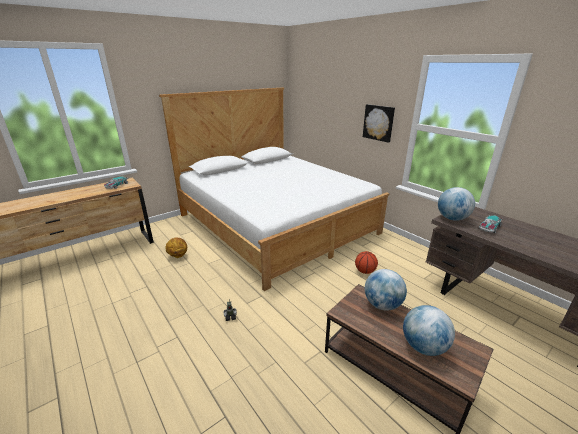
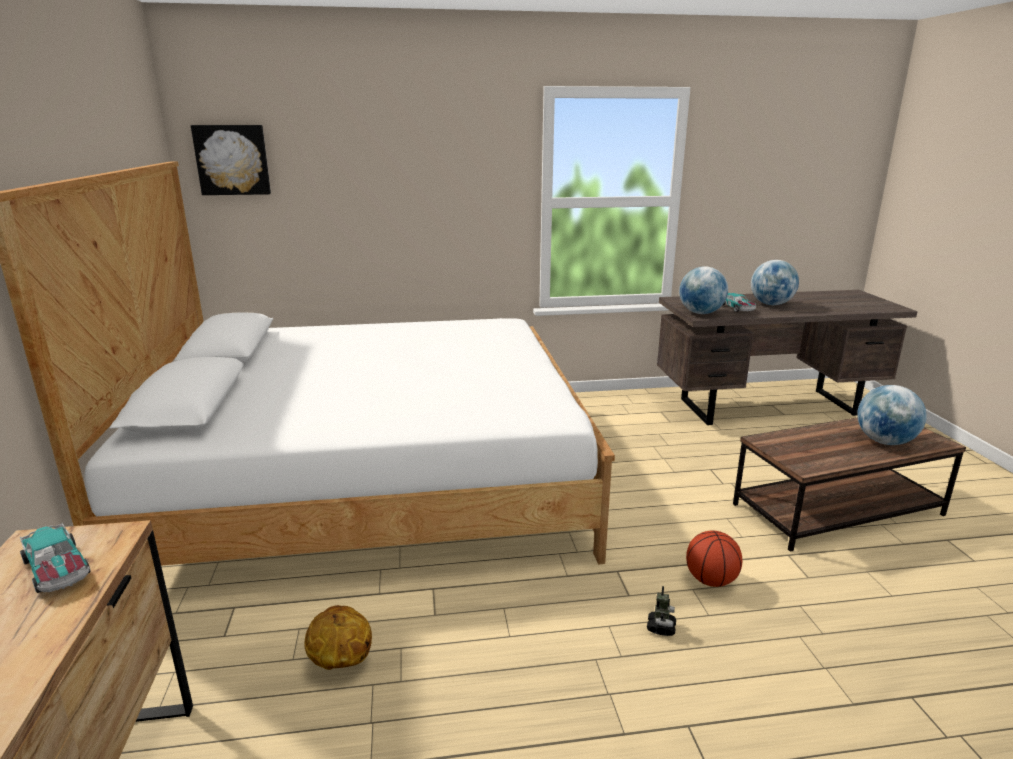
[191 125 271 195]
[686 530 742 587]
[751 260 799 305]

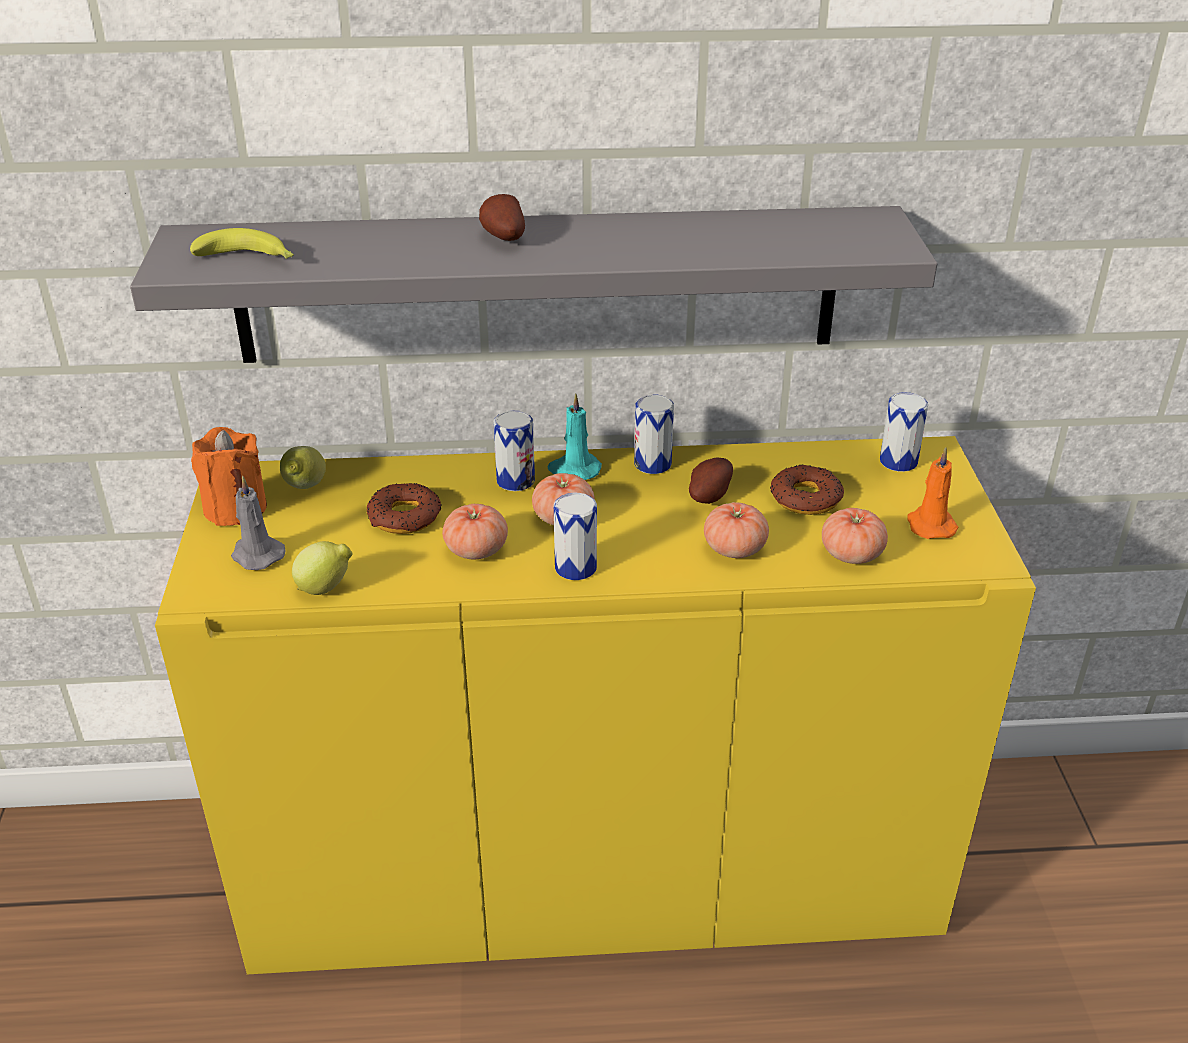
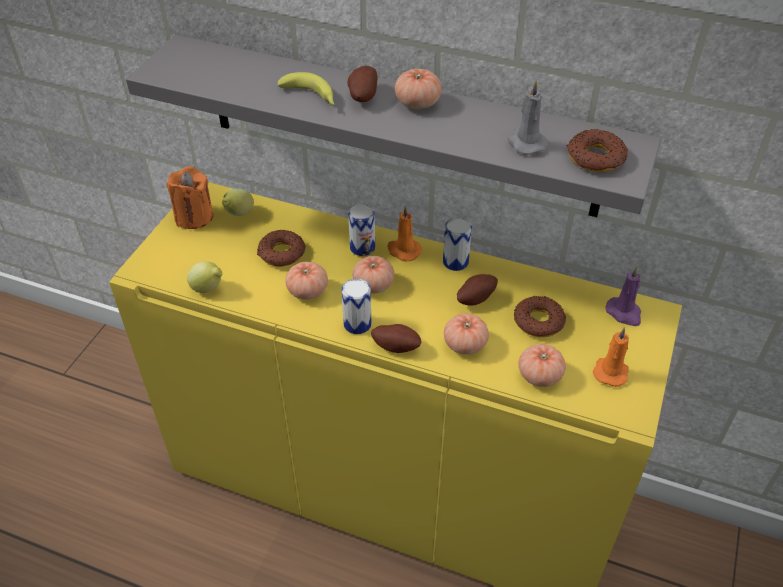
[278 72 335 106]
[605 267 641 326]
[388 205 422 261]
[508 80 548 155]
[395 69 442 109]
[567 129 628 172]
[371 324 421 353]

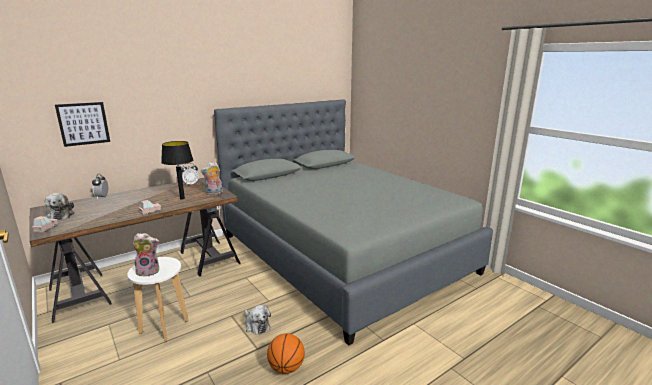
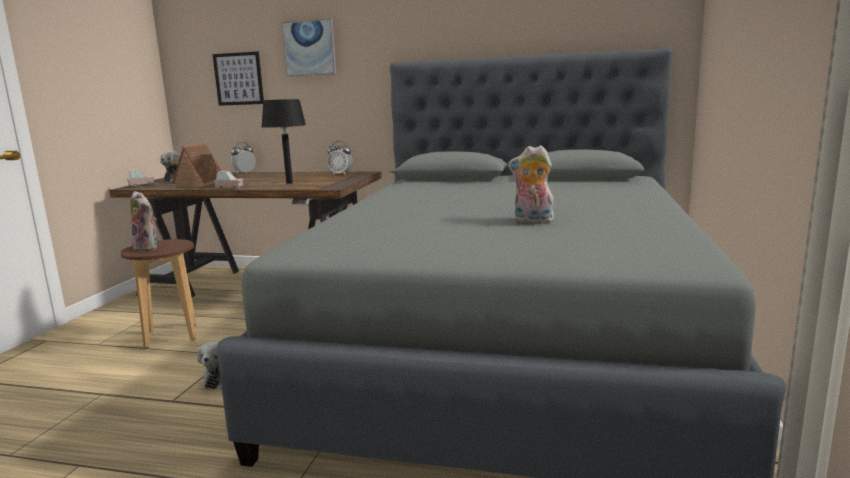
[508 145 554 223]
[120 239 197 348]
[267 333 305 374] (first image)
[282 19 336 77]
[172 143 222 187]

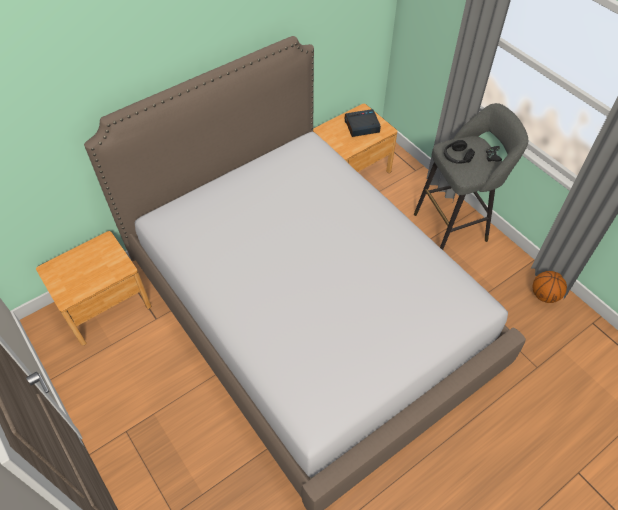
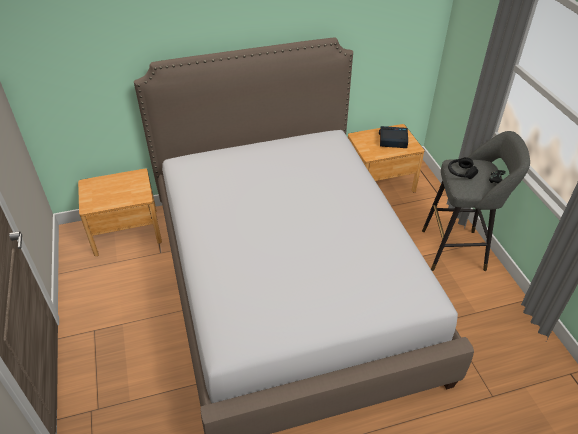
[532 271 567 303] (first image)

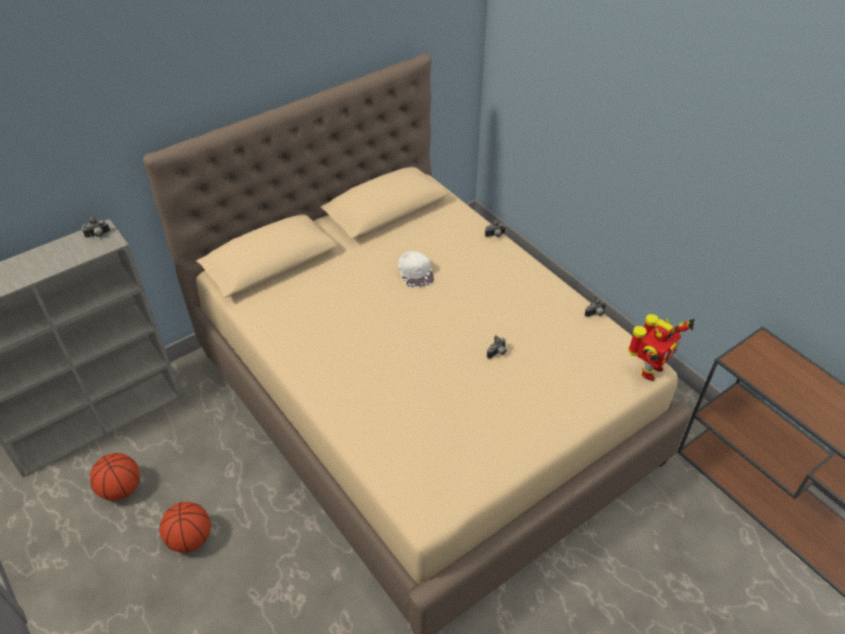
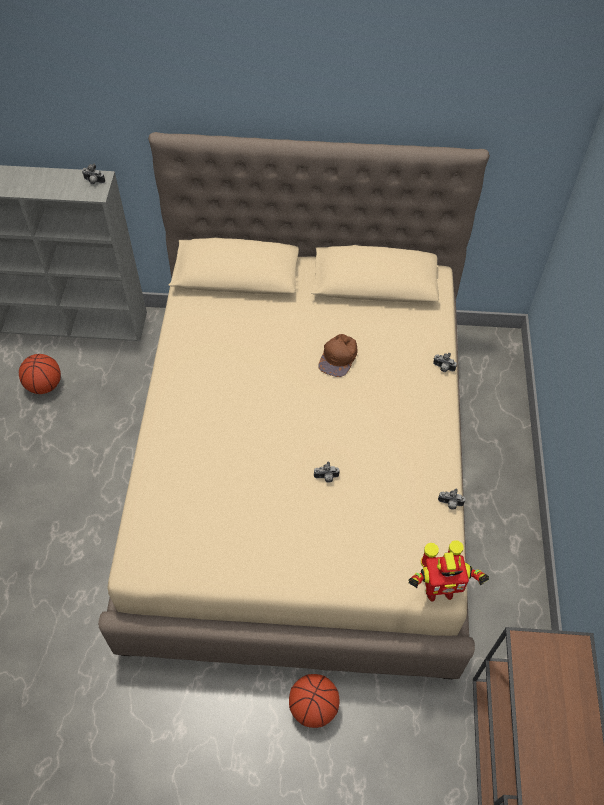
[318 334 358 377]
[289 674 339 728]

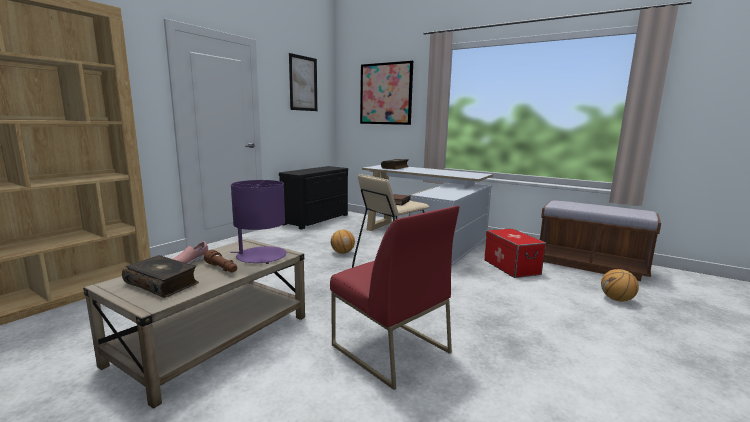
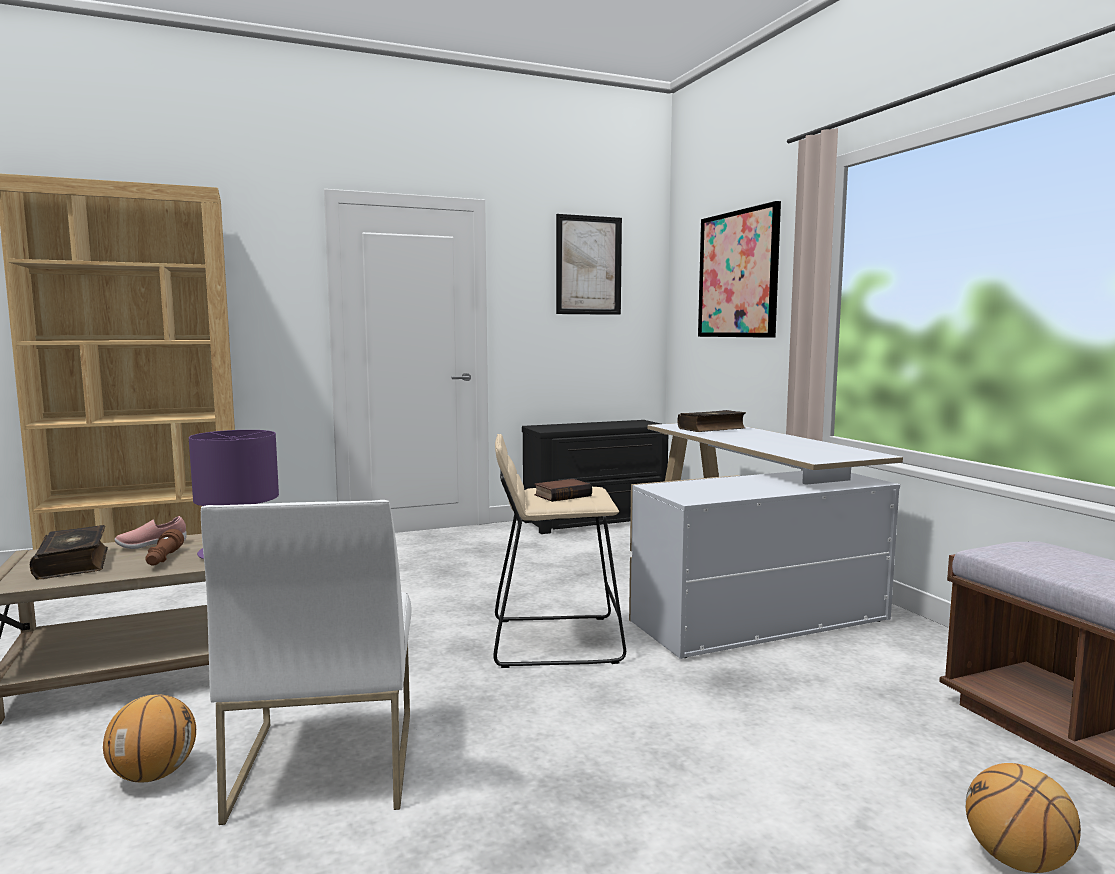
[201 500 411 825]
[484 228 546 278] (first image)
[103 694 196 782]

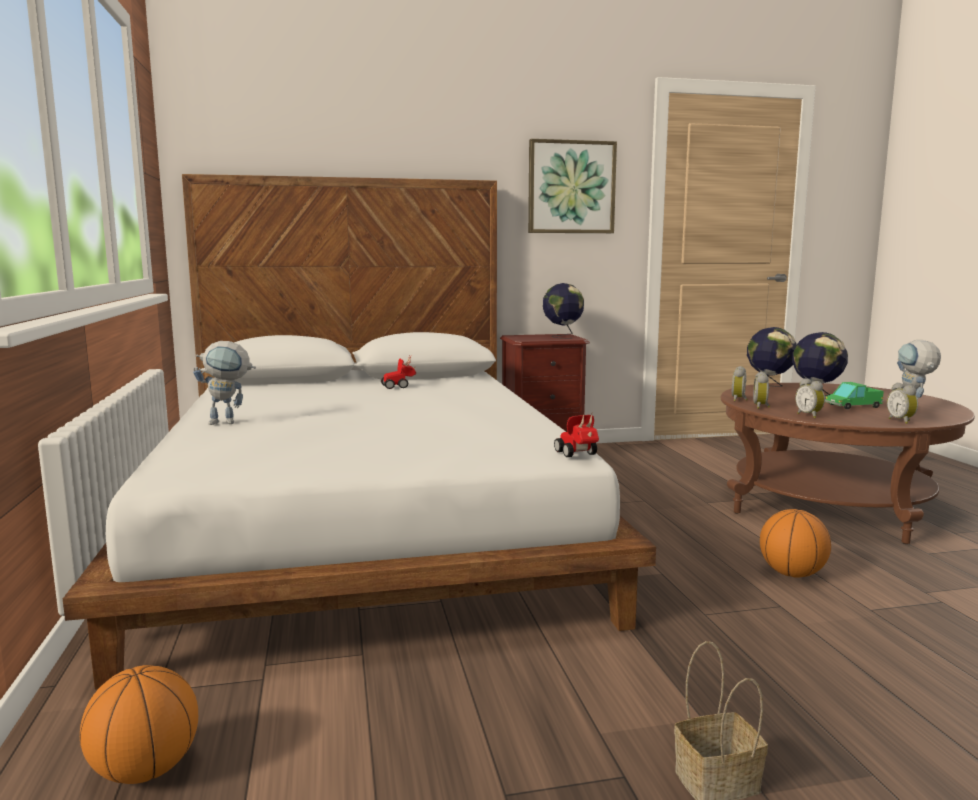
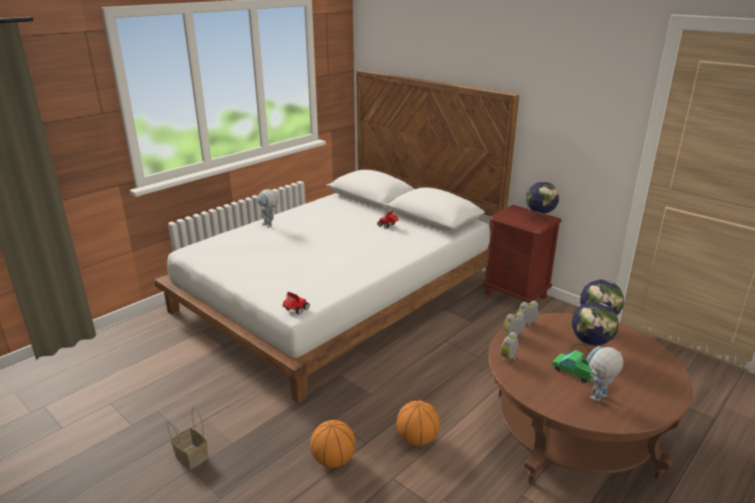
[528 139 617 233] (first image)
[887 382 918 424] (first image)
[310 420 356 468]

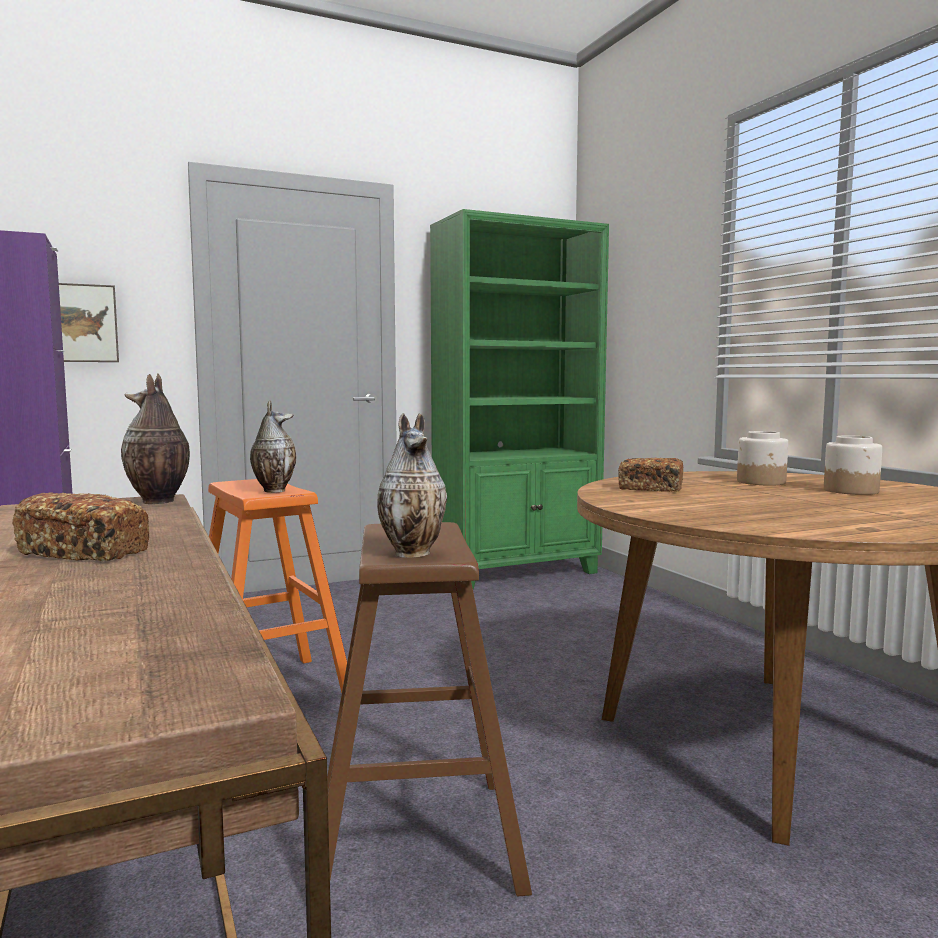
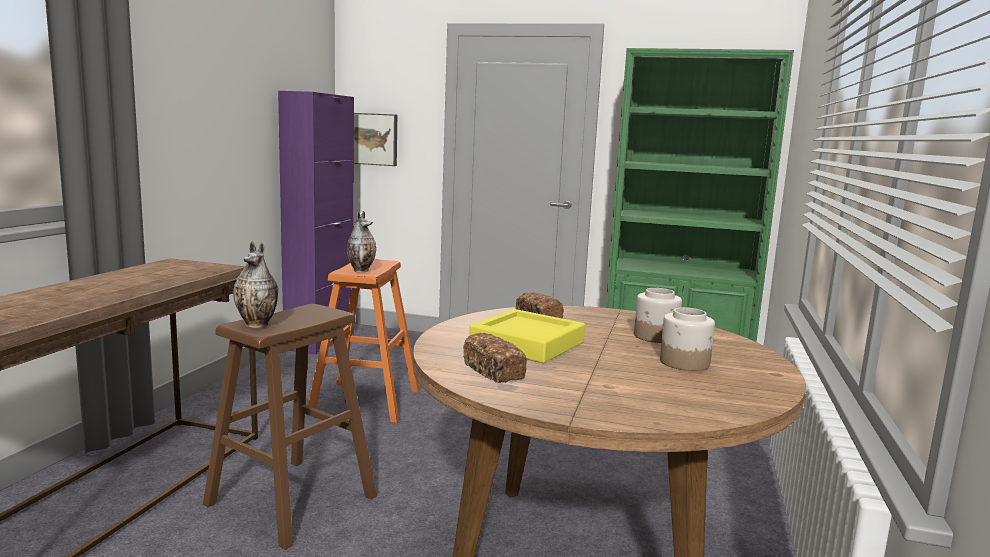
[121 373 190 504] (first image)
[463 333 527 383]
[469 309 585 363]

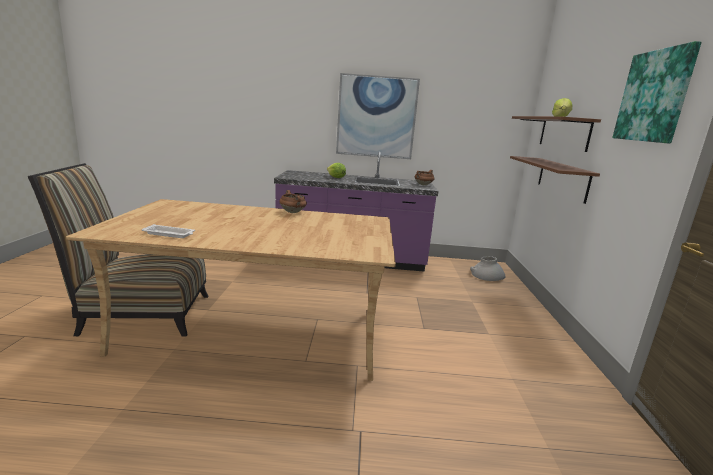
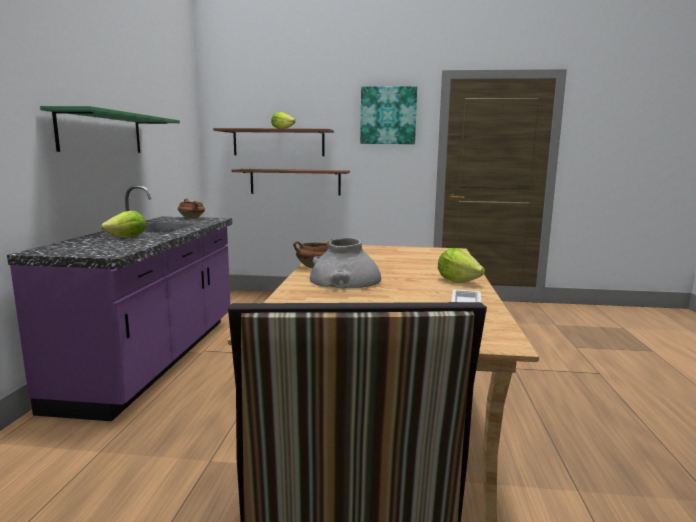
[40 106 180 153]
[310 238 381 289]
[438 248 485 283]

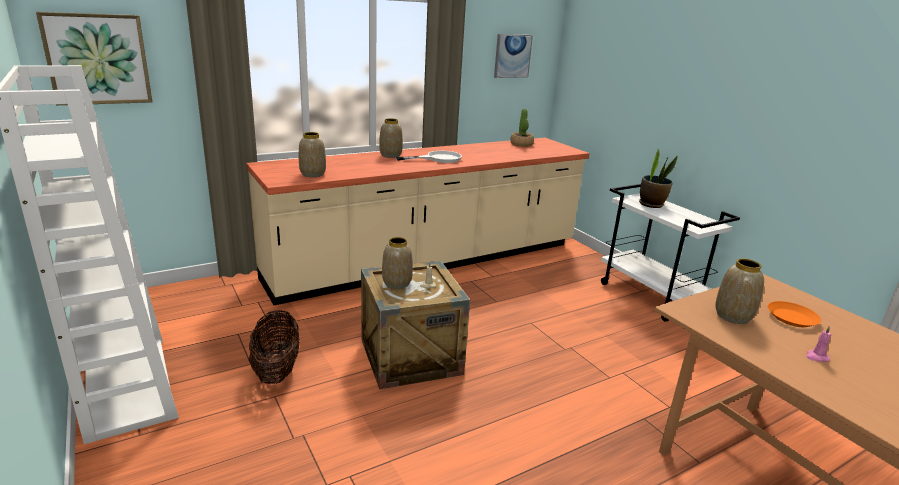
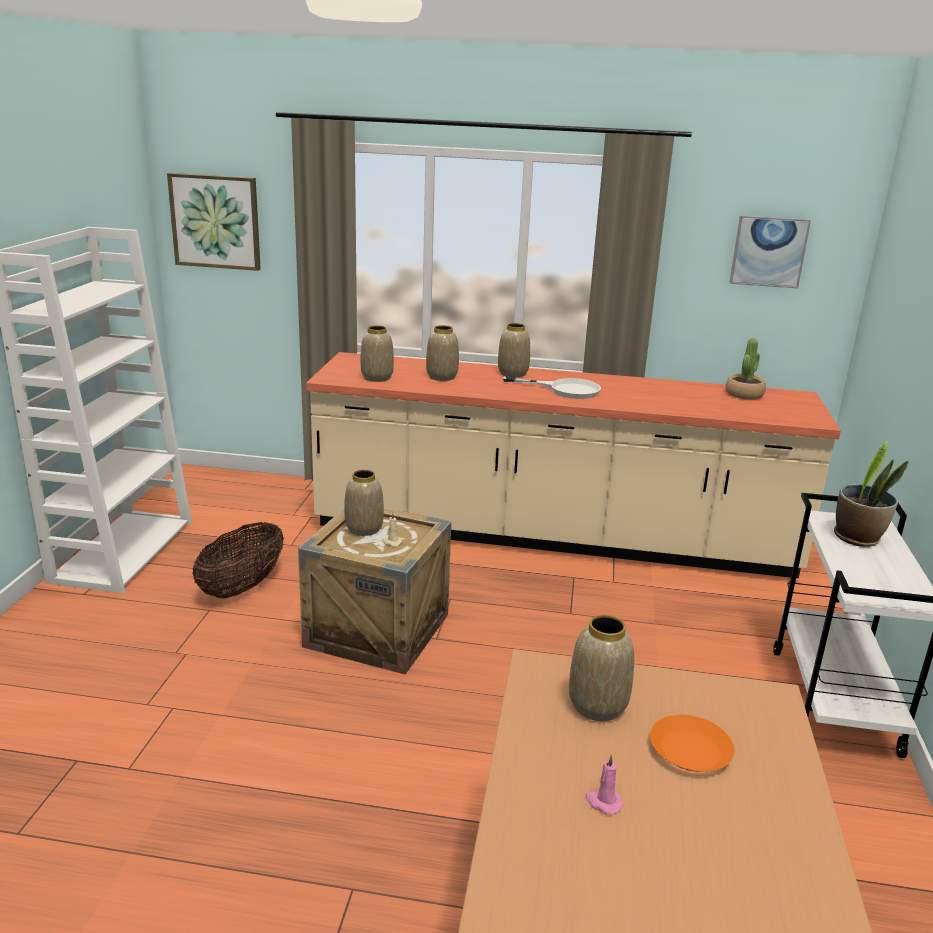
[426 325 459 381]

